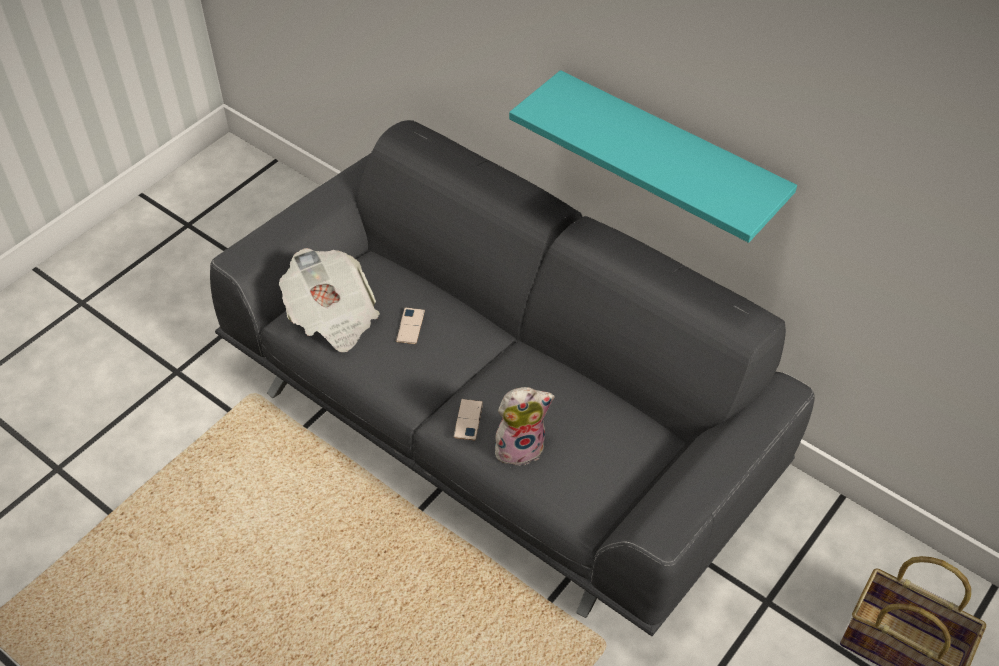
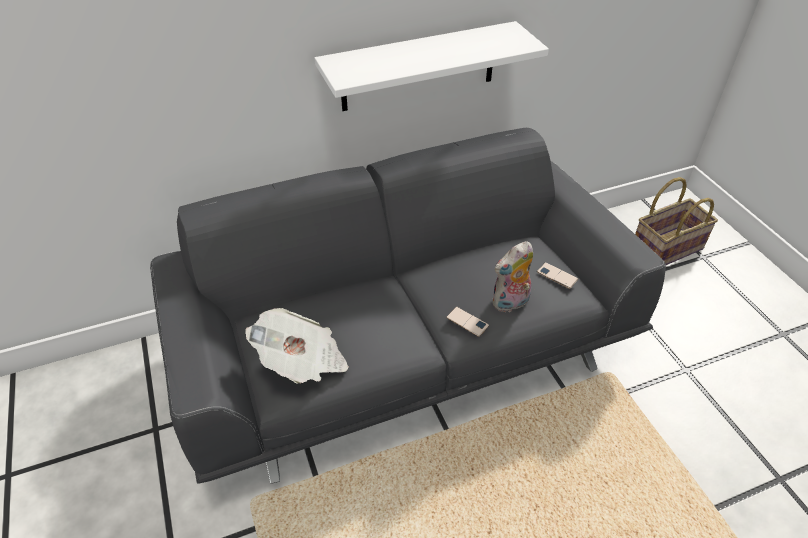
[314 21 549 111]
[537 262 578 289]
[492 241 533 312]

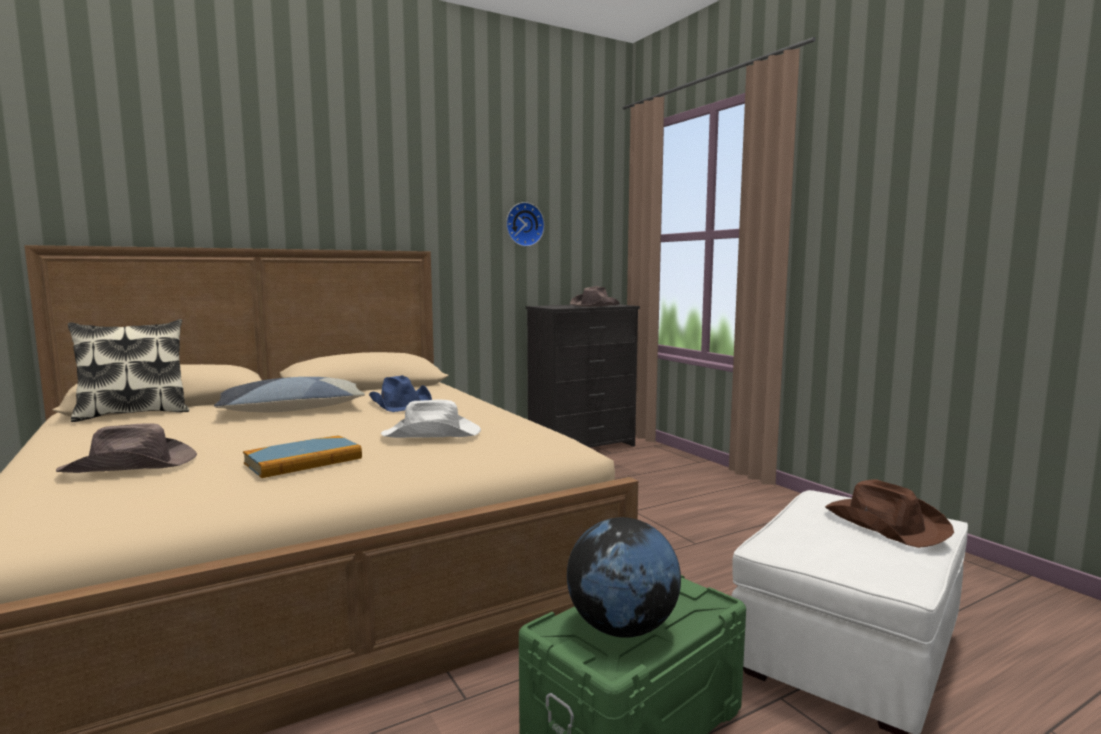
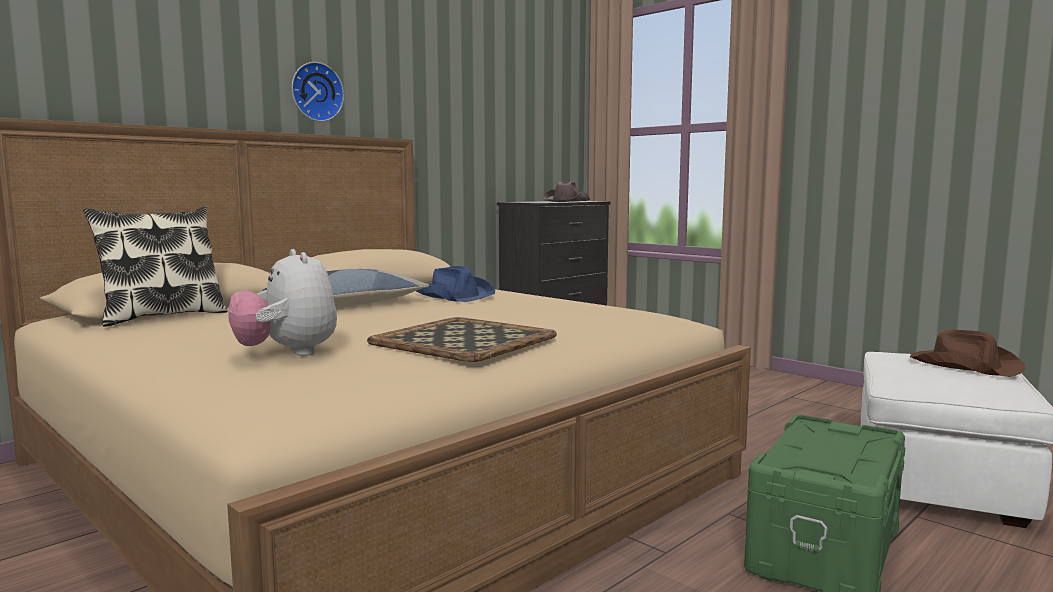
[292 62 344 122]
[381 400 481 438] (first image)
[228 249 337 356]
[367 317 557 362]
[567 517 681 638] (first image)

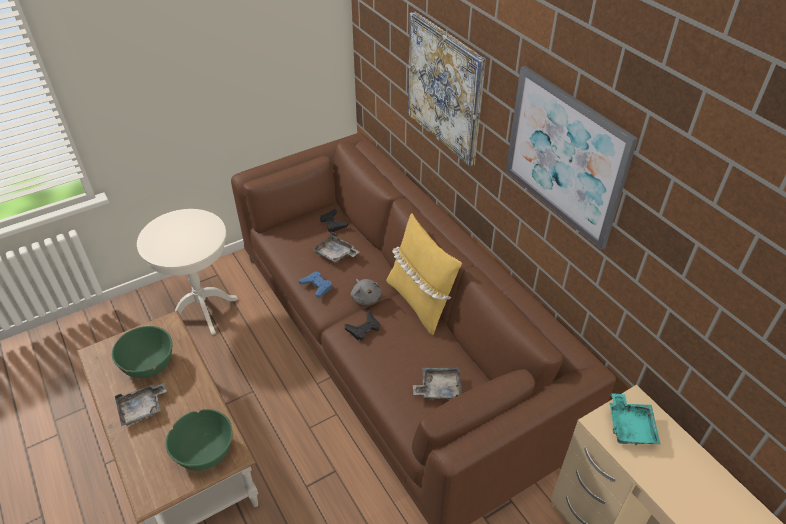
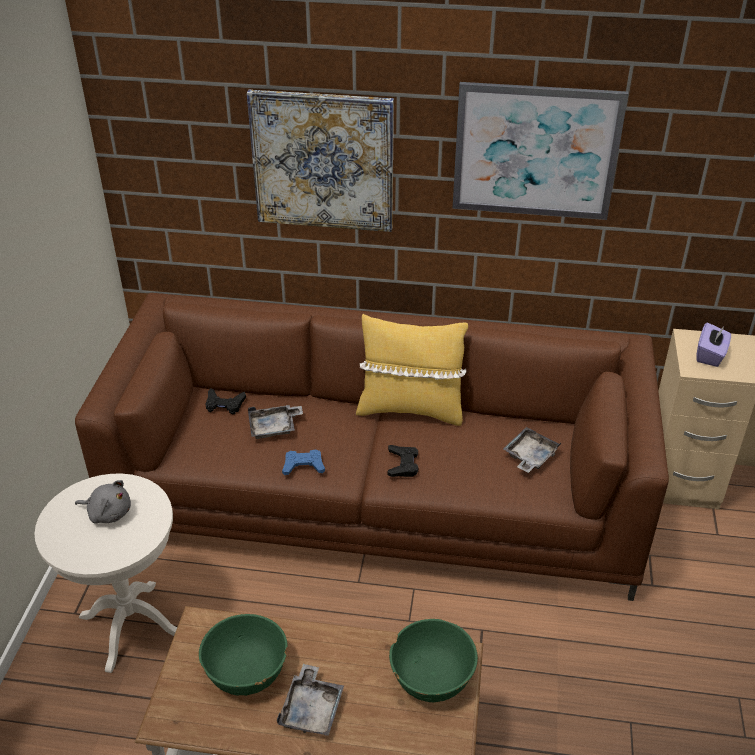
[75 480 131 524]
[696 322 731 367]

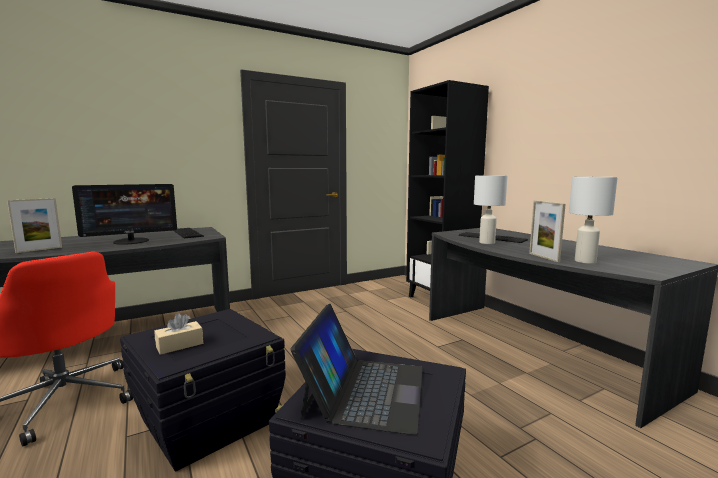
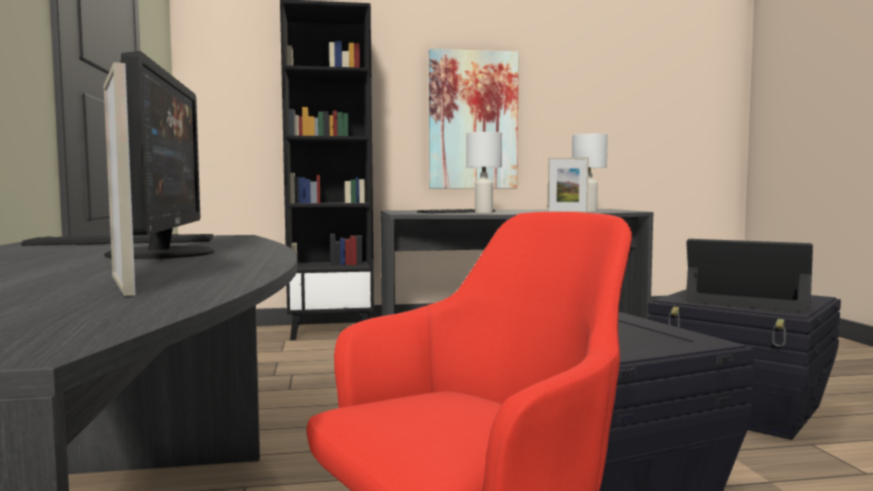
[154 313 203 355] (first image)
[429 49 519 189]

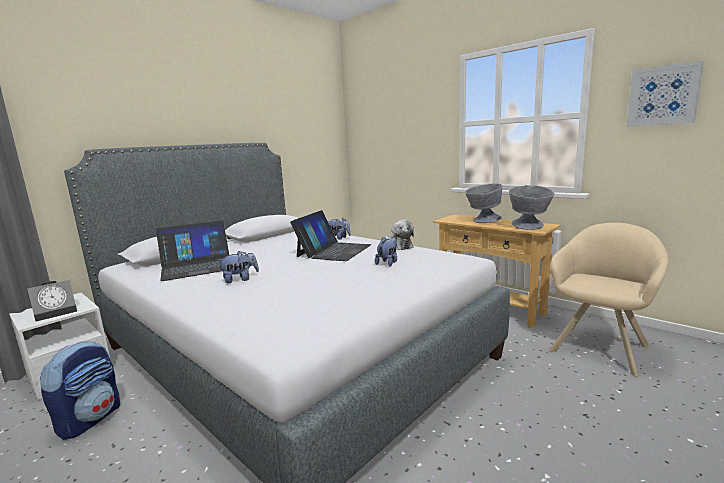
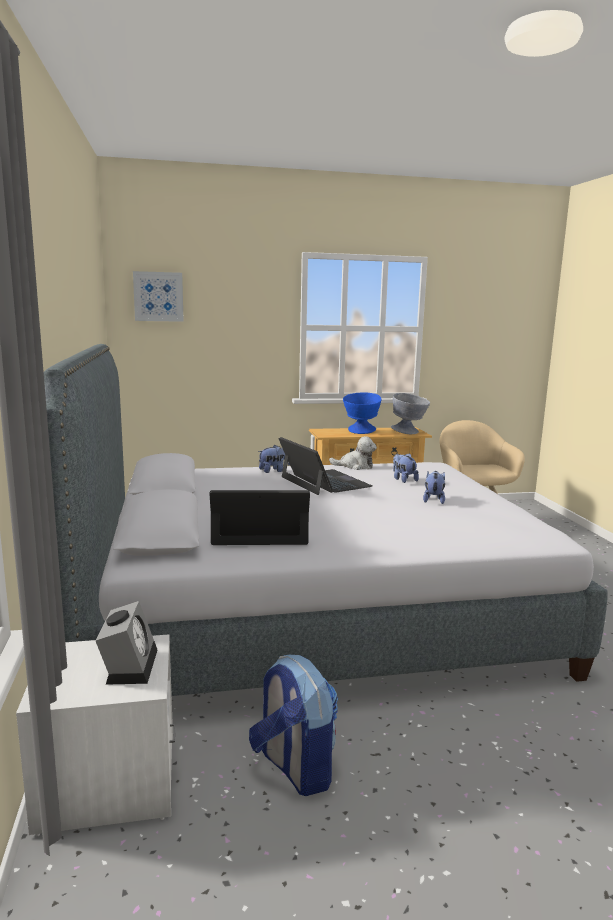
[133 271 184 322]
[343 392 382 434]
[210 490 310 545]
[423 471 445 504]

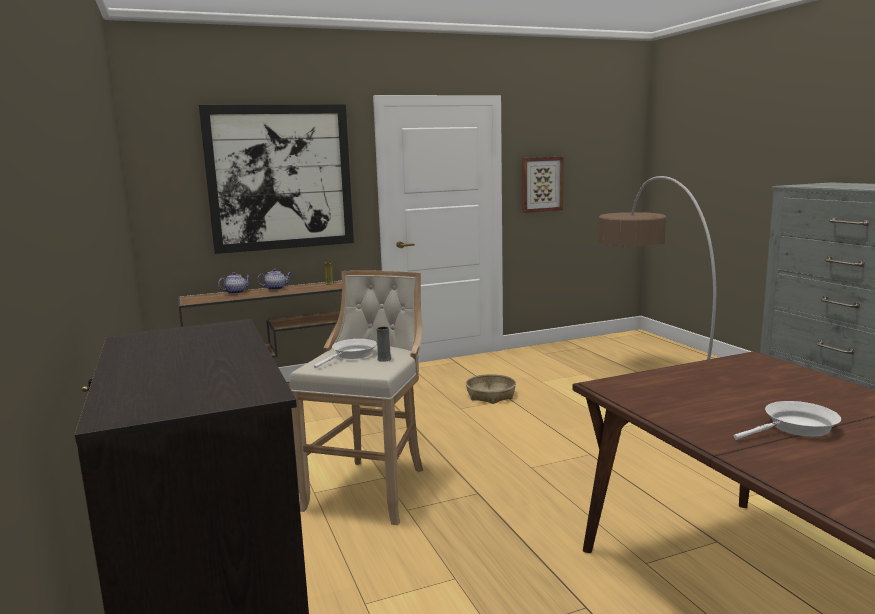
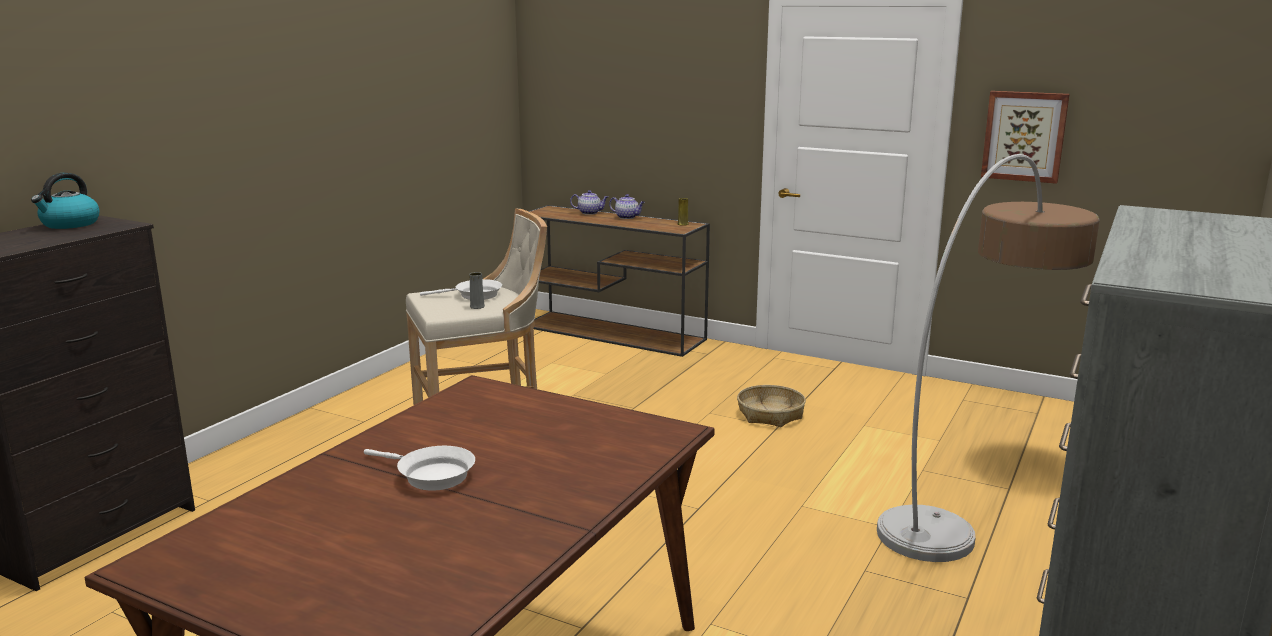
[199 104 354 254] (first image)
[31 172 99 229]

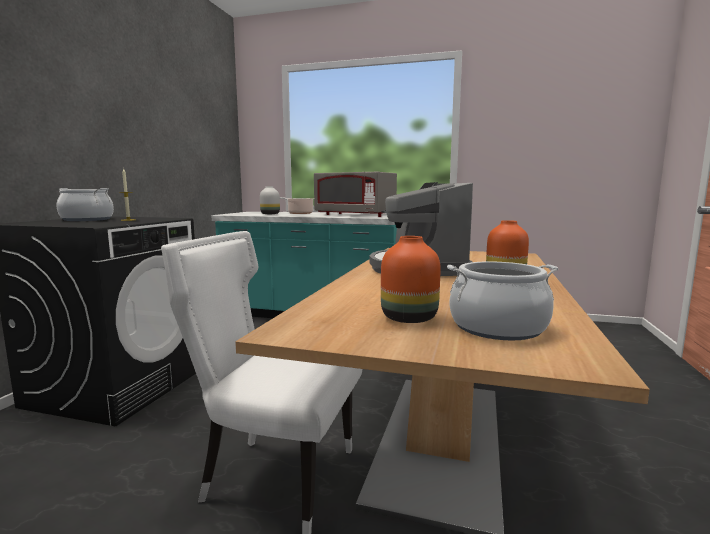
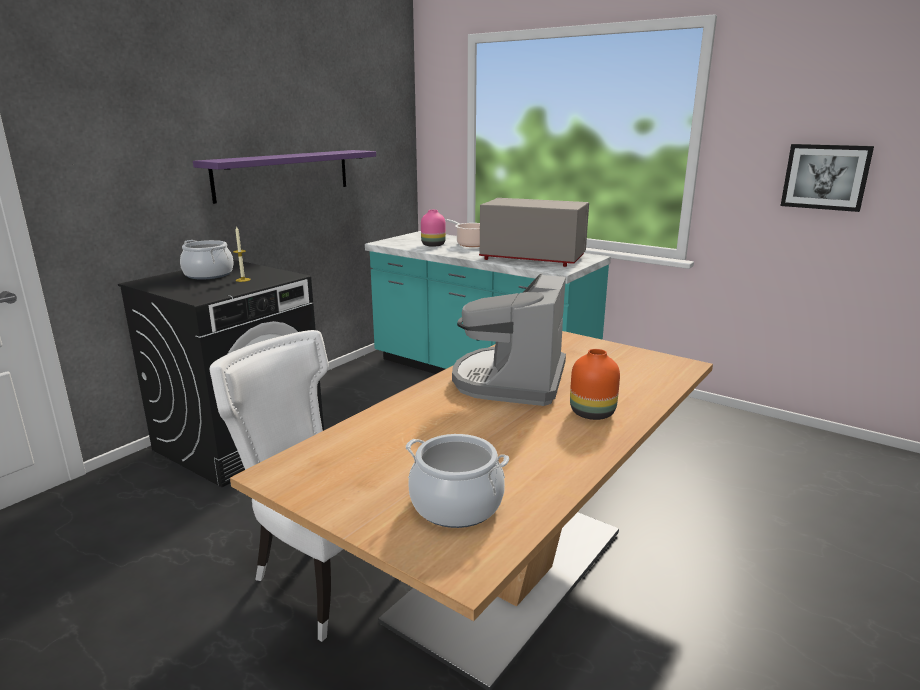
[479 198 589 267]
[421 210 446 247]
[381 236 441 323] (first image)
[781 144 874 212]
[193 150 376 204]

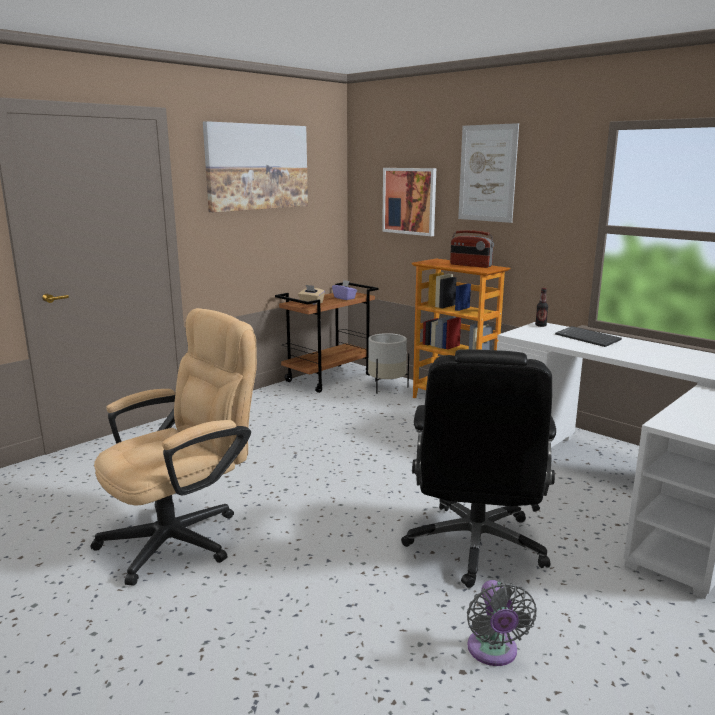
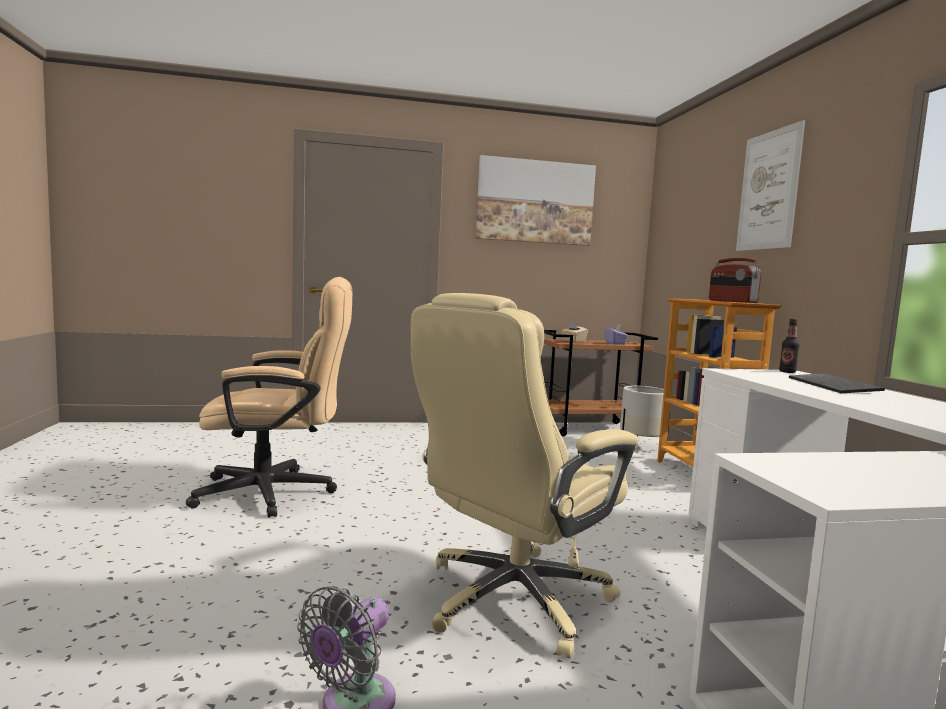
[382 168 436 236] (first image)
[410 293 639 659]

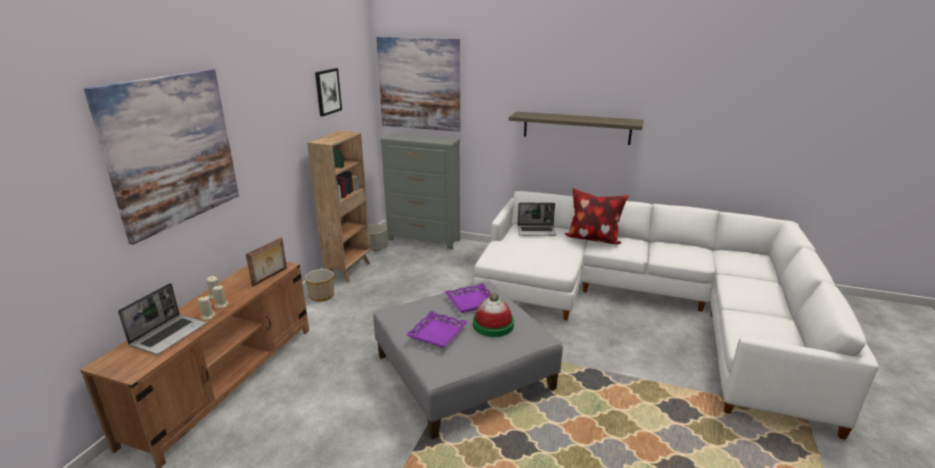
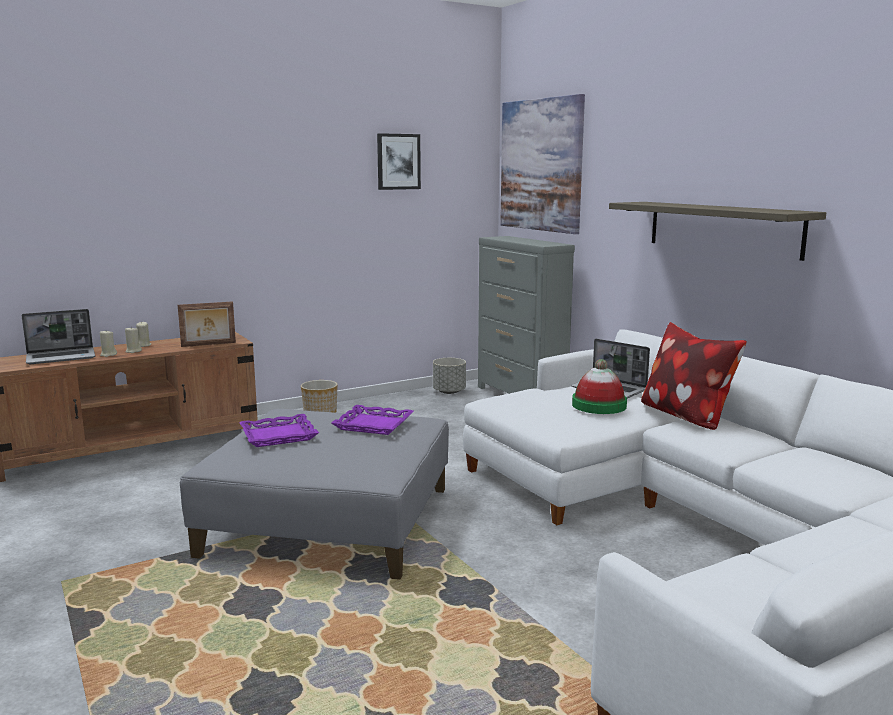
[84 69 239 245] (first image)
[307 131 371 283] (first image)
[572 359 627 414]

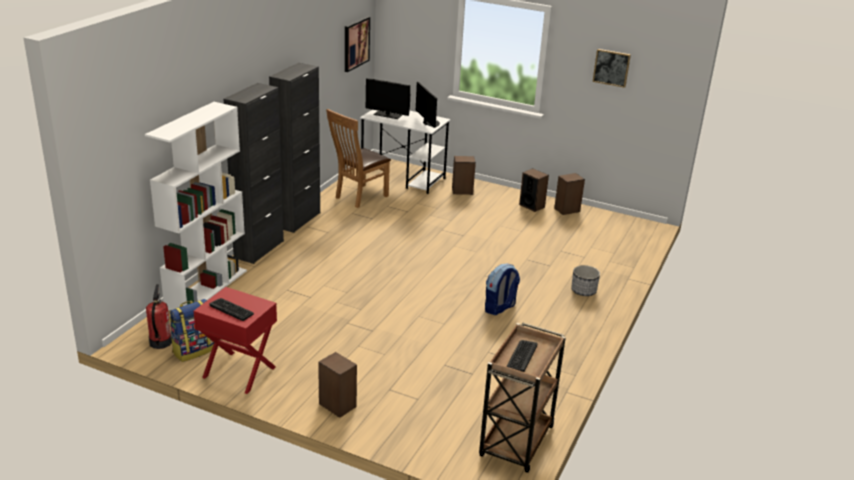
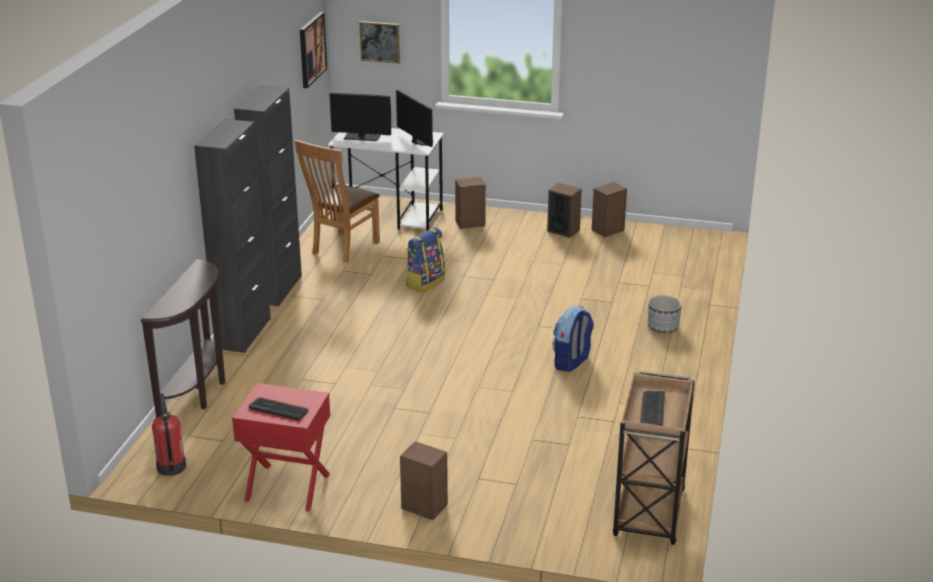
[359 21 400 64]
[141 259 225 418]
[406 227 445 293]

